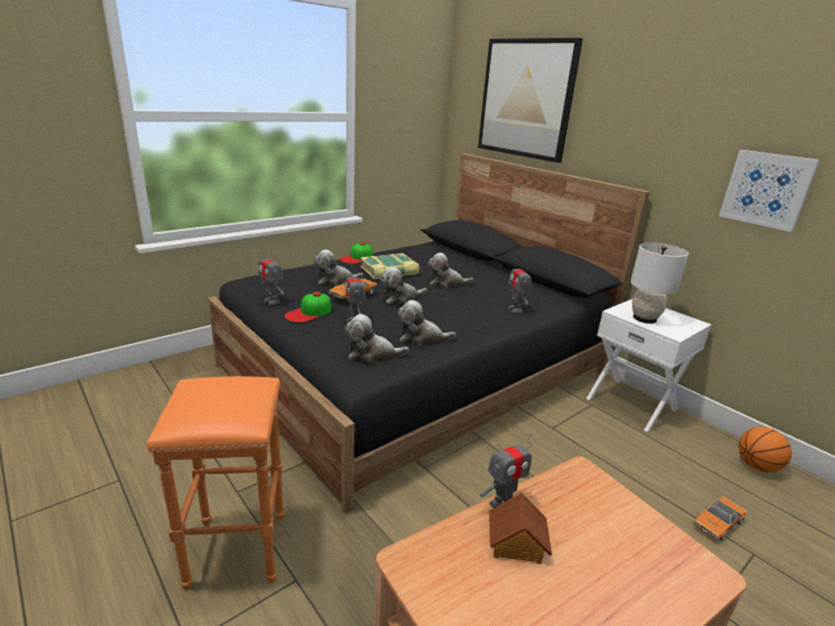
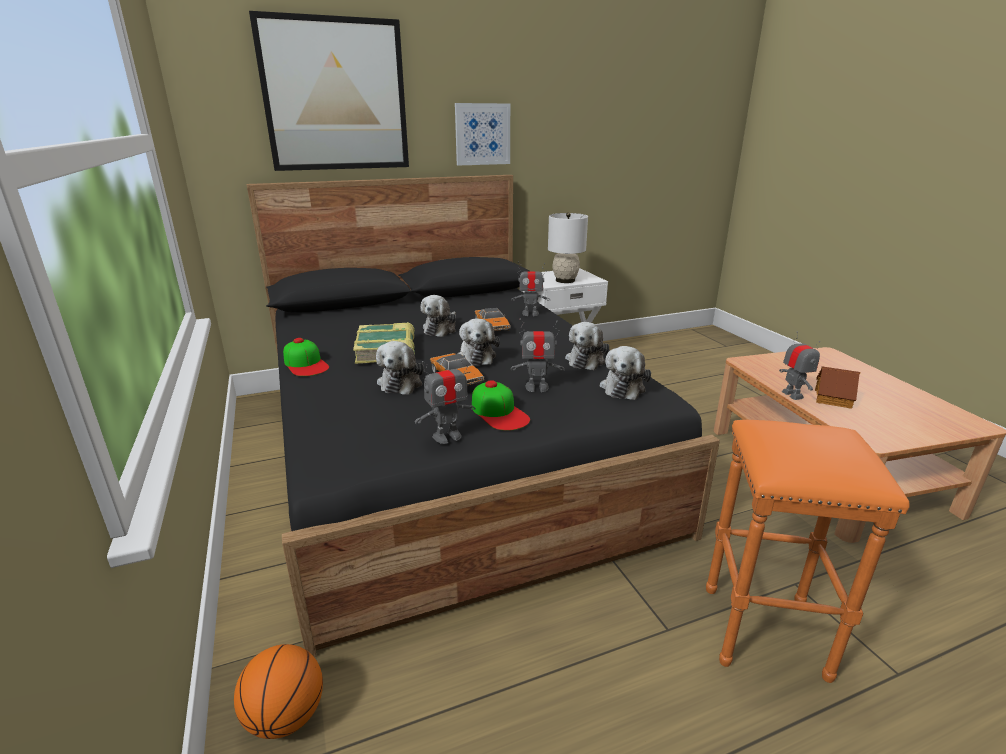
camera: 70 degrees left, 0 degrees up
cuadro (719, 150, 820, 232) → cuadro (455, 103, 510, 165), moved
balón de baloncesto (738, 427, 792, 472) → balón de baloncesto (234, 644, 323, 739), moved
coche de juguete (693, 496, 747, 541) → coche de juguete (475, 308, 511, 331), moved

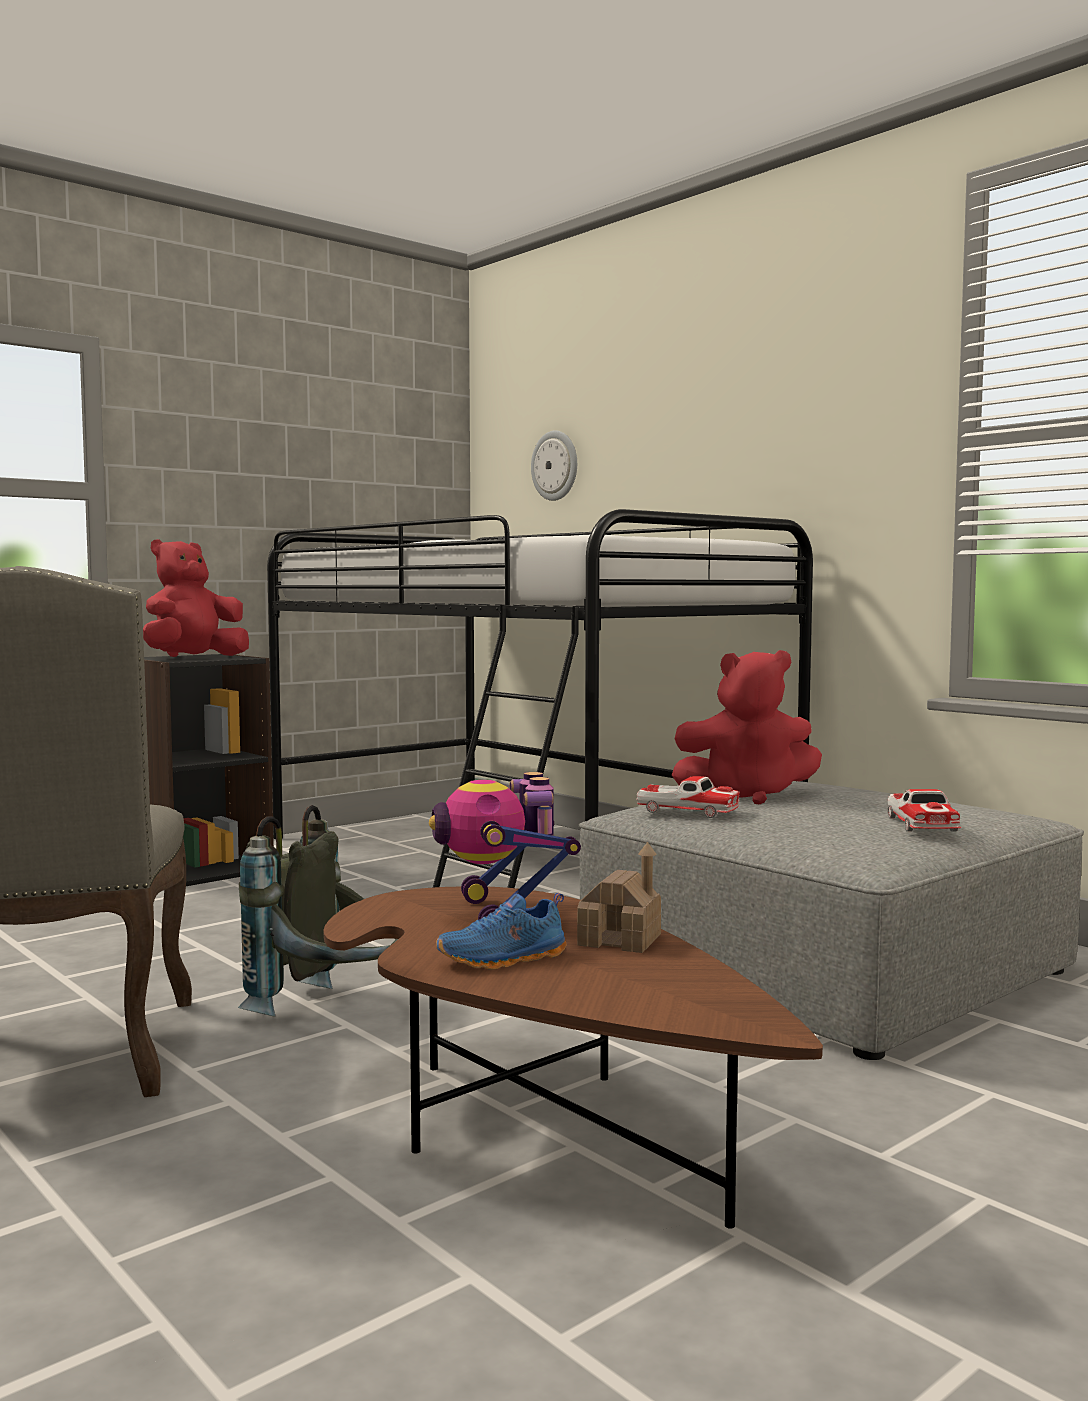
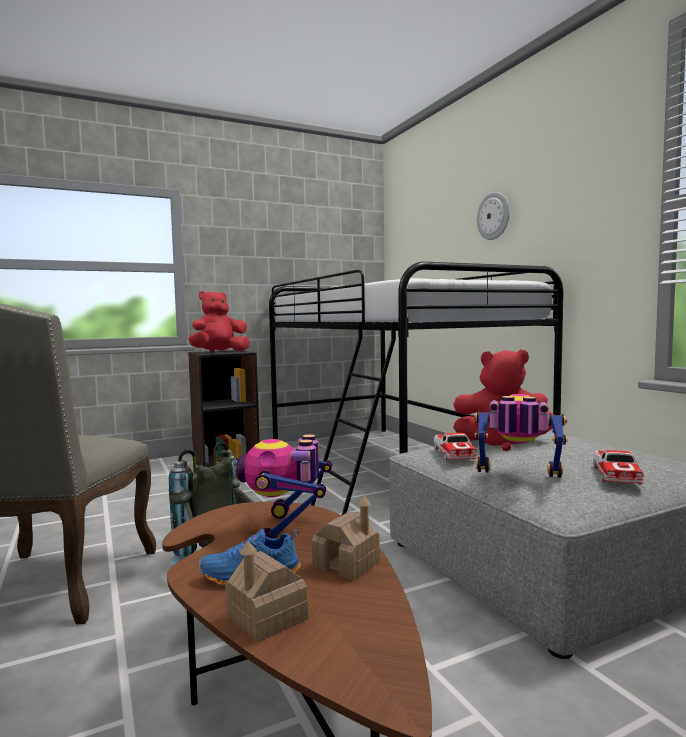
camera: 15 degrees right, 0 degrees up
reloj de pared (531, 430, 577, 501) → reloj de pared (477, 192, 510, 240), moved
coche de juguete (636, 776, 740, 818) → coche de juguete (434, 433, 478, 461), 45 degrees clockwise
- → robot de juguete (474, 394, 567, 478)
- → casita (225, 541, 308, 642)

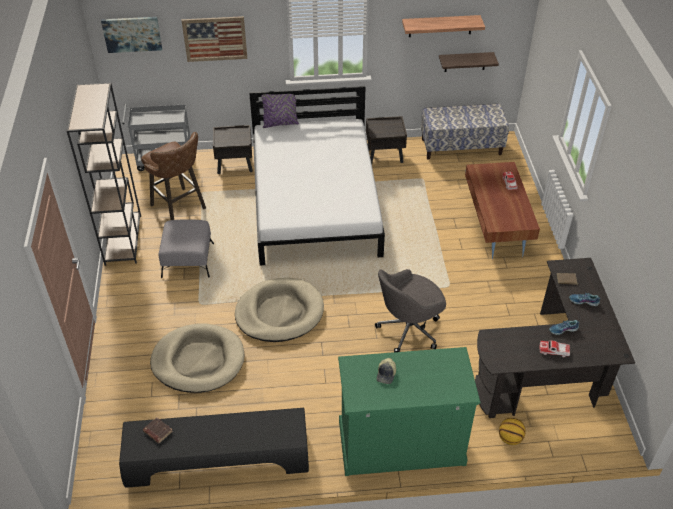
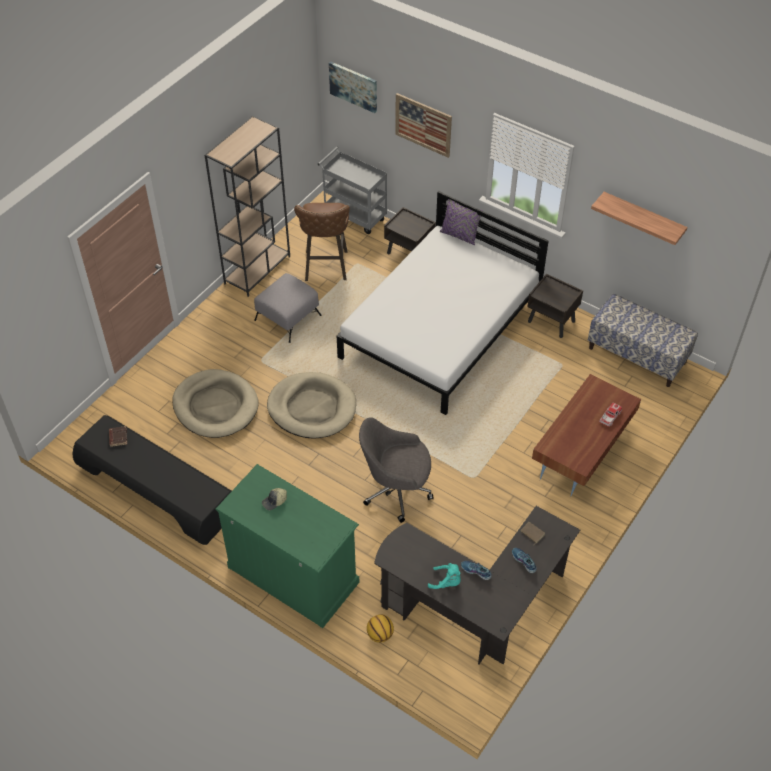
camera: 40 degrees right, 5 degrees up
estante (439, 52, 499, 72) → -
coche de juguete (539, 340, 570, 357) → peluche/turquesa (428, 563, 461, 589)

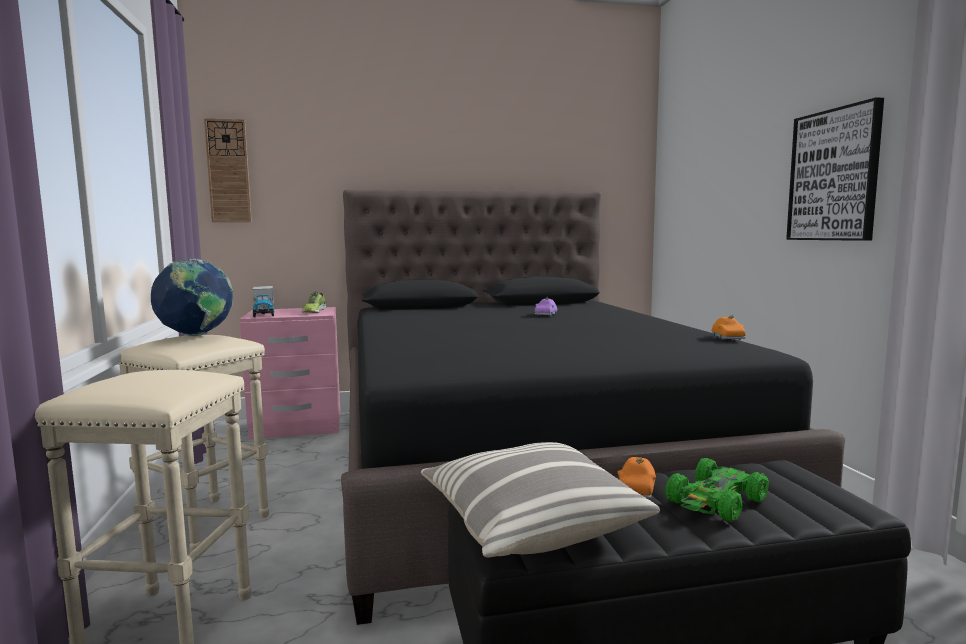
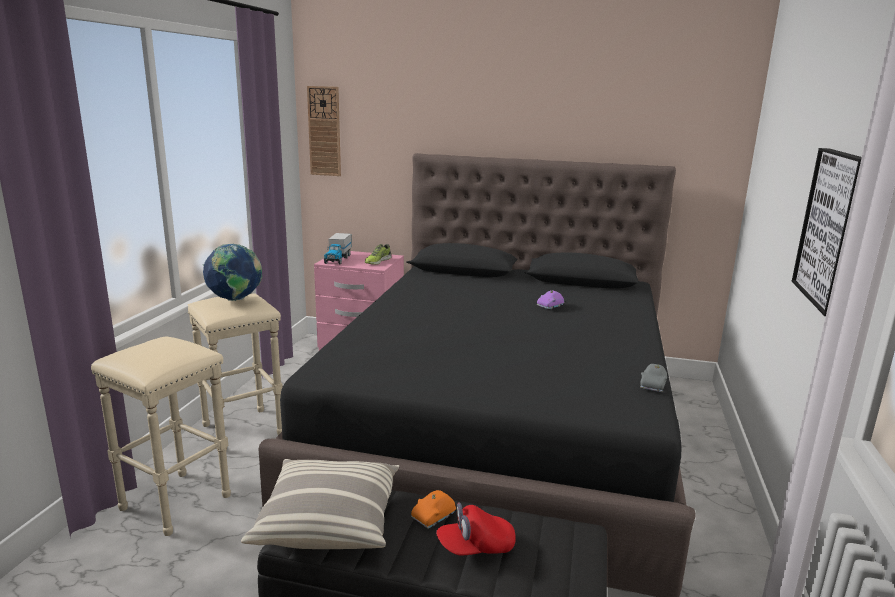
camera: 25 degrees right, 10 degrees up
coche de juguete/naranja (711, 315, 746, 340) → coche de juguete/gris (640, 364, 667, 392)
coche de juguete/verde (665, 458, 769, 522) → gorra/rojo (436, 502, 516, 555)

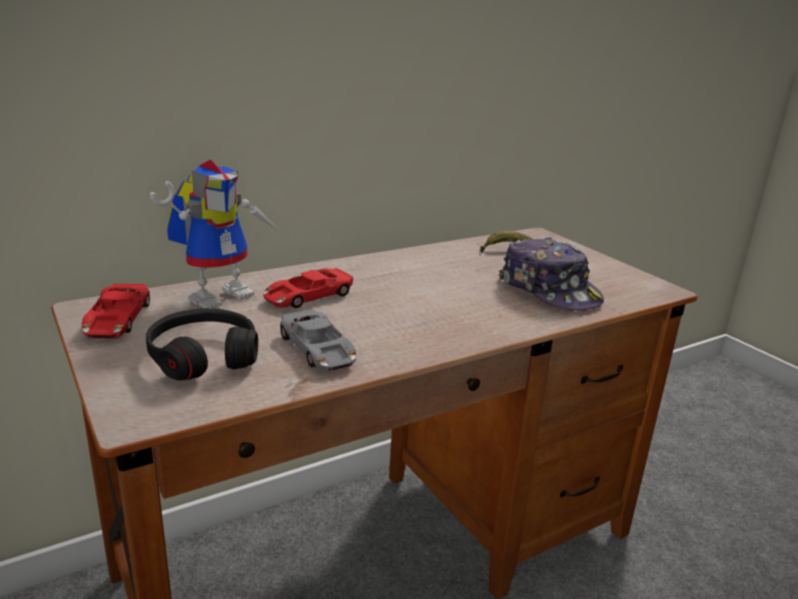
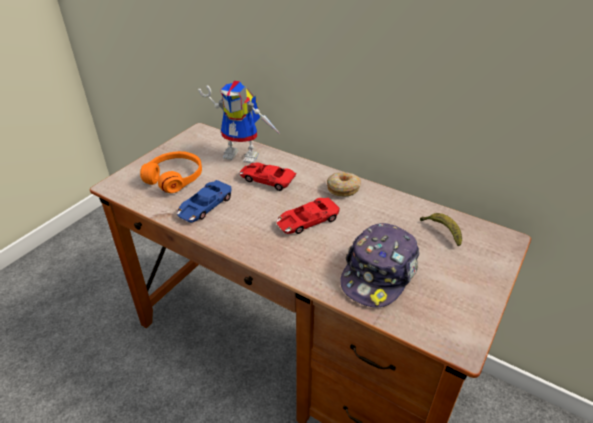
camera: 65 degrees right, 15 degrees up
coche de juguete/rojo (82, 284, 150, 339) → coche de juguete/rojo (277, 197, 340, 234), moved
auriculares/negro (146, 308, 258, 380) → auriculares/naranja (140, 151, 202, 193)
coche de juguete/gris (280, 309, 356, 371) → coche de juguete/azul (177, 180, 232, 222)
- → rosquilla (327, 172, 361, 197)

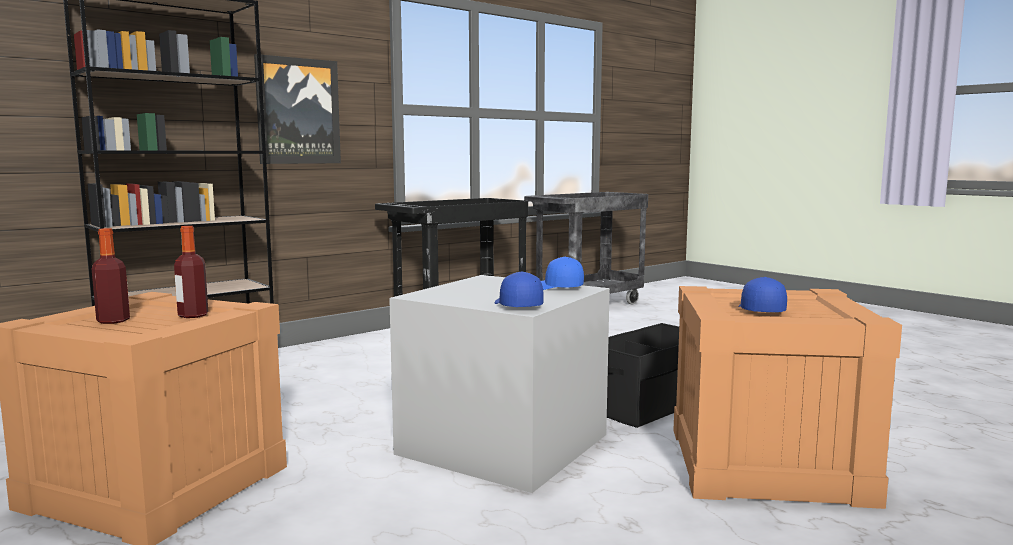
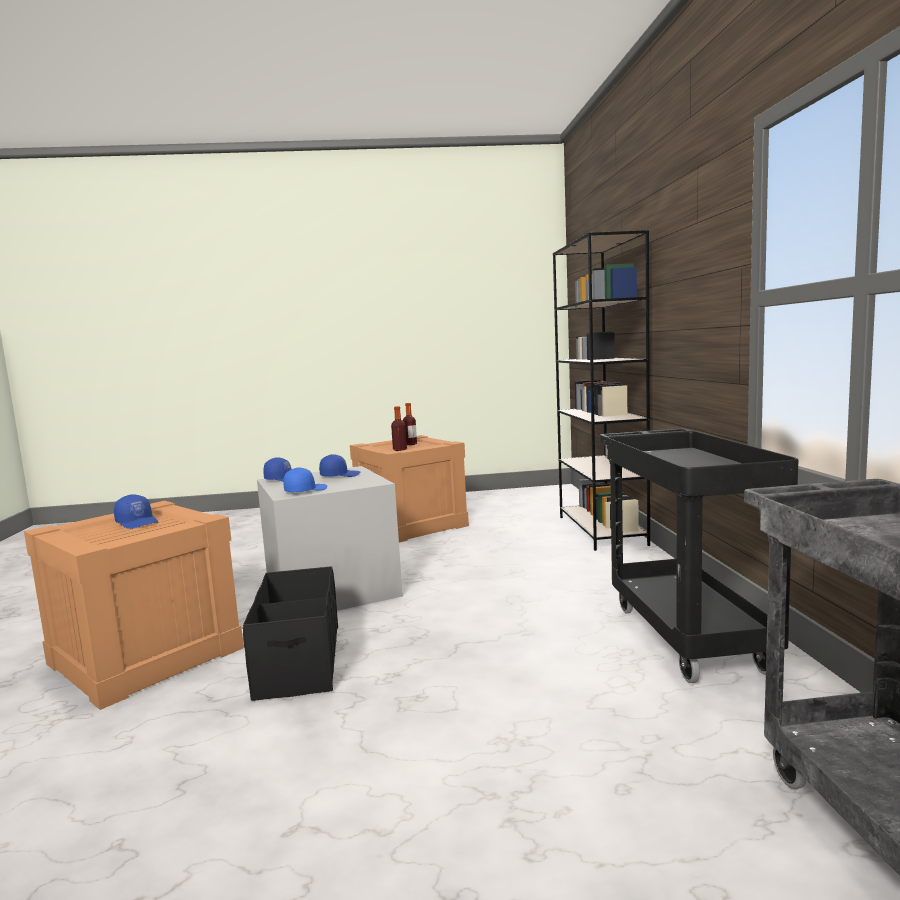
camera: 125 degrees right, 0 degrees up
cuadro (254, 54, 341, 164) → -
- → gorra/azul (319, 454, 360, 477)

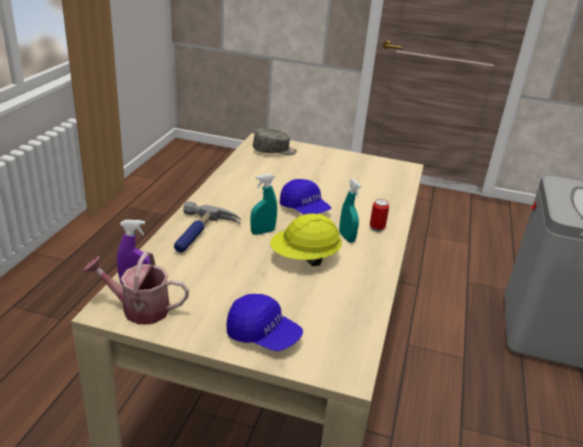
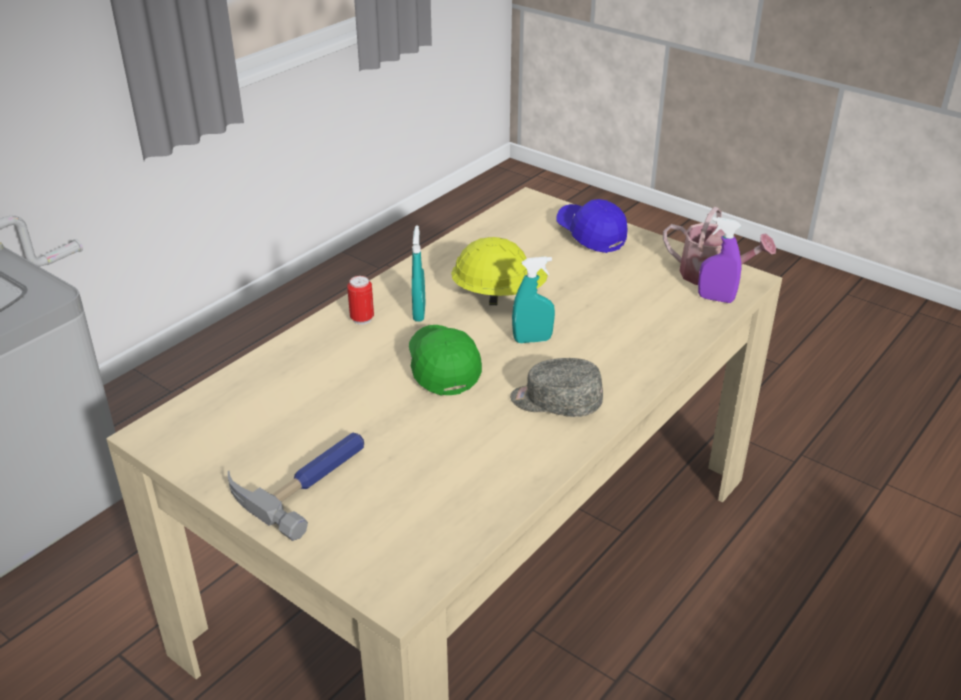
camera: 155 degrees left, 5 degrees up
gorra/gris (253, 128, 297, 156) → gorra/gris (510, 358, 603, 417), moved
gorra/azul (280, 179, 331, 215) → gorra/verde (409, 325, 482, 396)
martillo (174, 201, 241, 253) → martillo (228, 432, 364, 541), moved

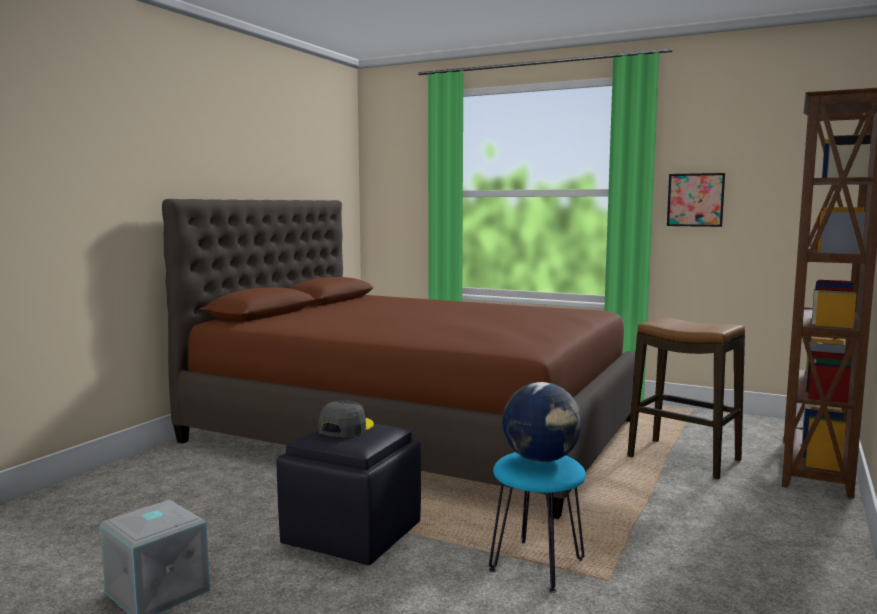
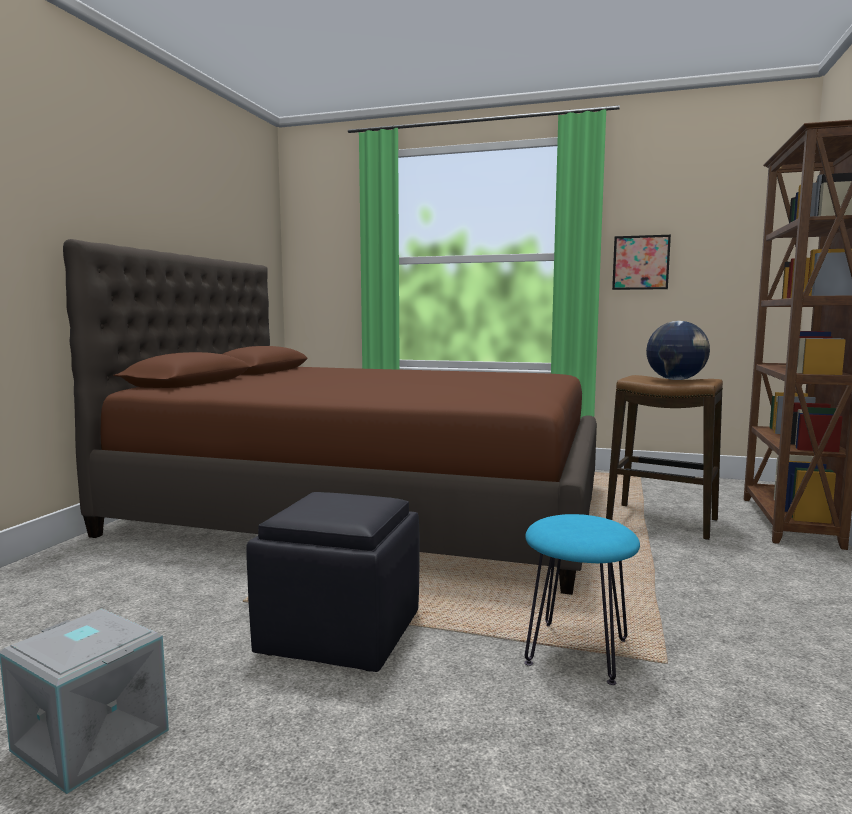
camera: 10 degrees left, 0 degrees up
globo terráqueo (502, 382, 582, 462) → globo terráqueo (646, 321, 710, 380), moved
gorra/gris (318, 400, 374, 437) → -

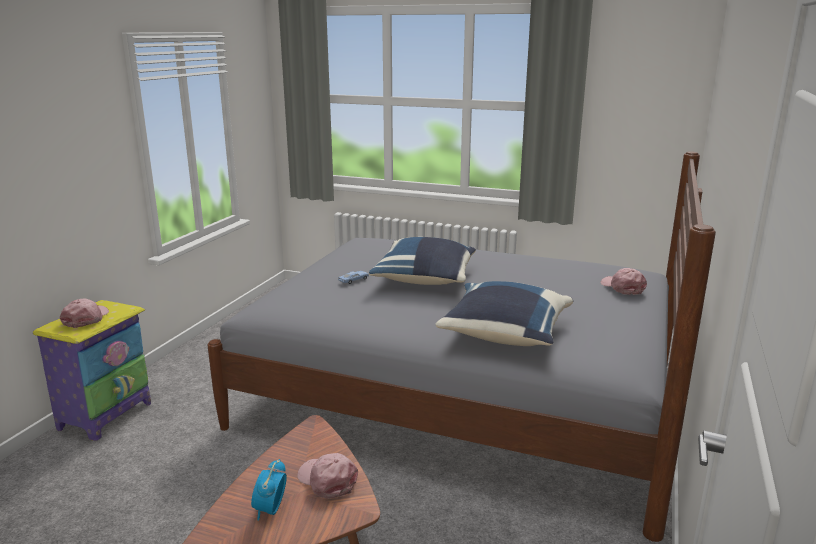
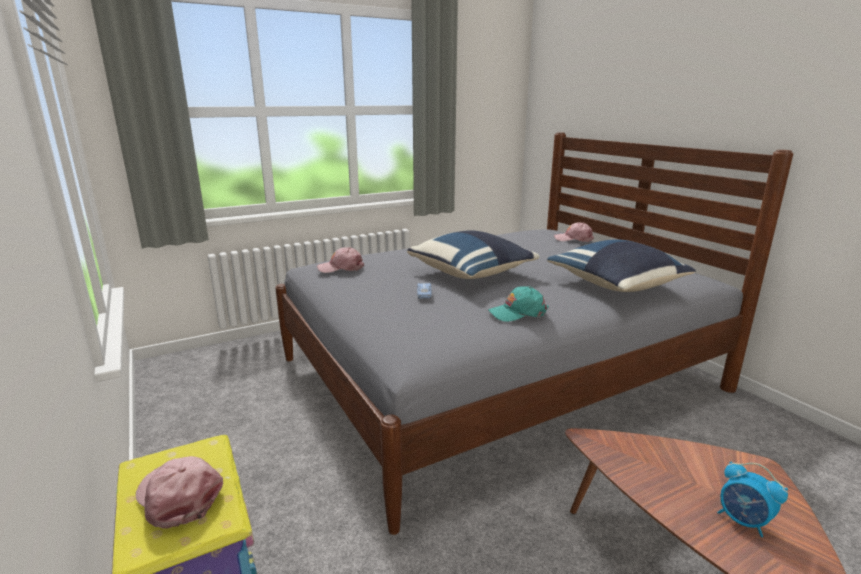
camera: 50 degrees left, 0 degrees up
gorra/rosa (297, 453, 358, 499) → gorra/rosa (317, 247, 364, 273), moved
- → gorra/turquesa (488, 286, 549, 322)

